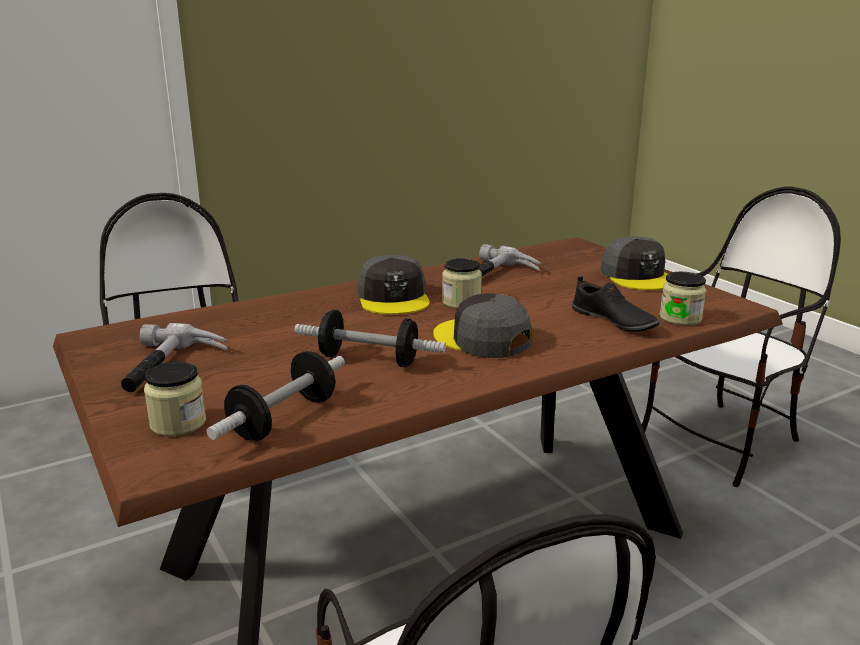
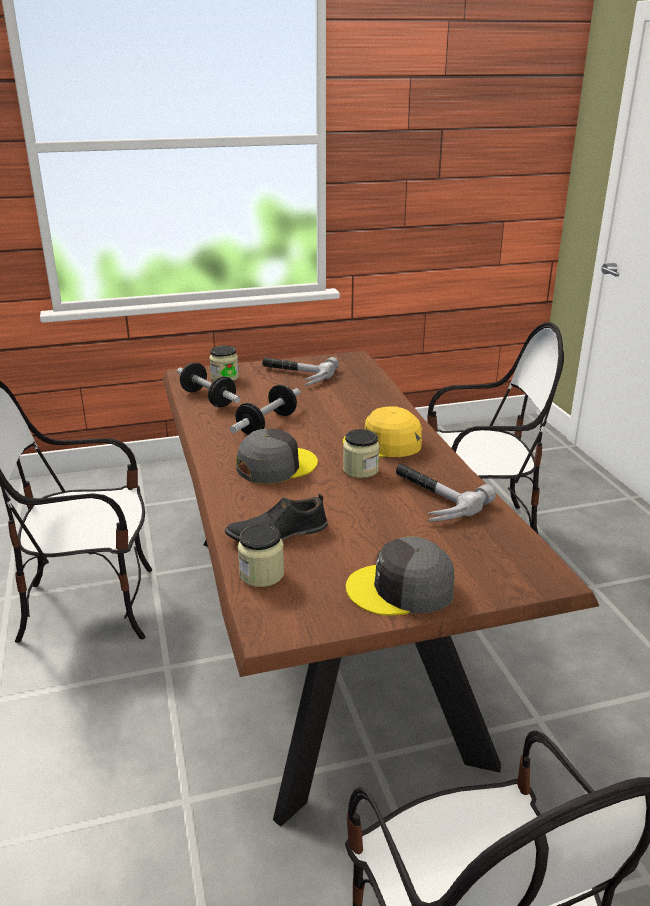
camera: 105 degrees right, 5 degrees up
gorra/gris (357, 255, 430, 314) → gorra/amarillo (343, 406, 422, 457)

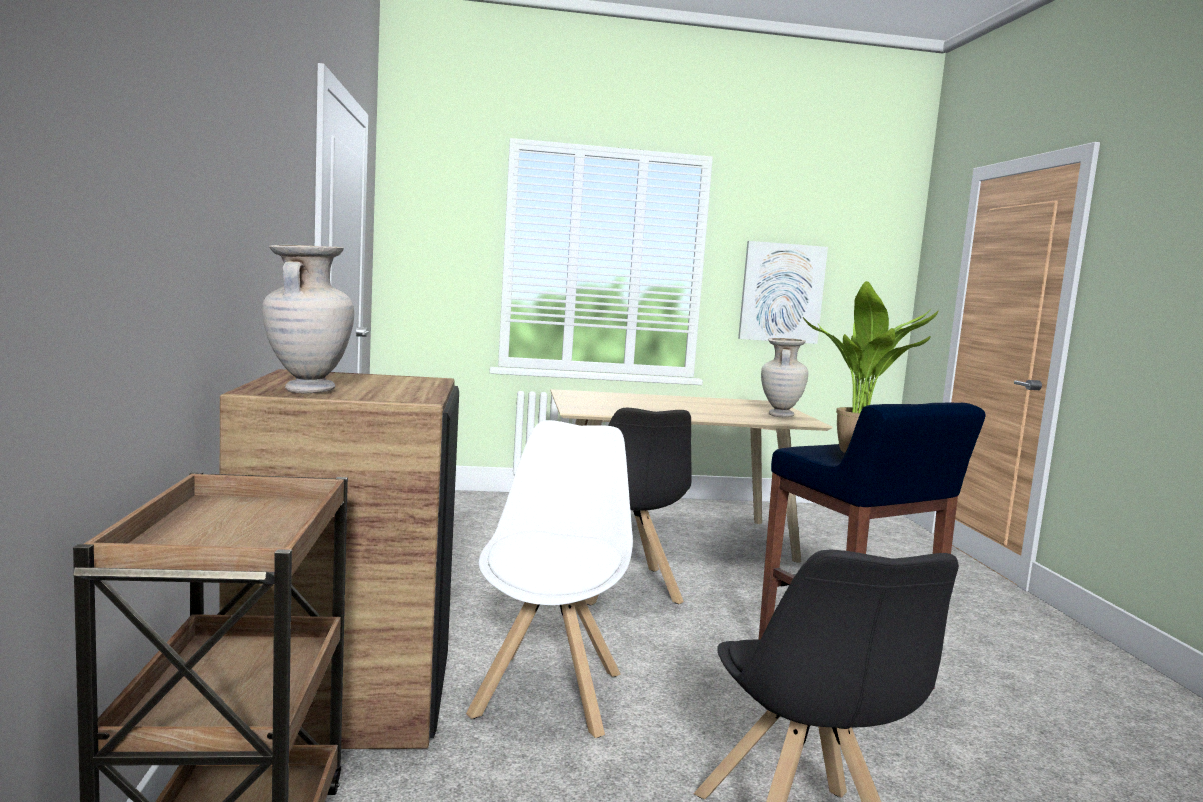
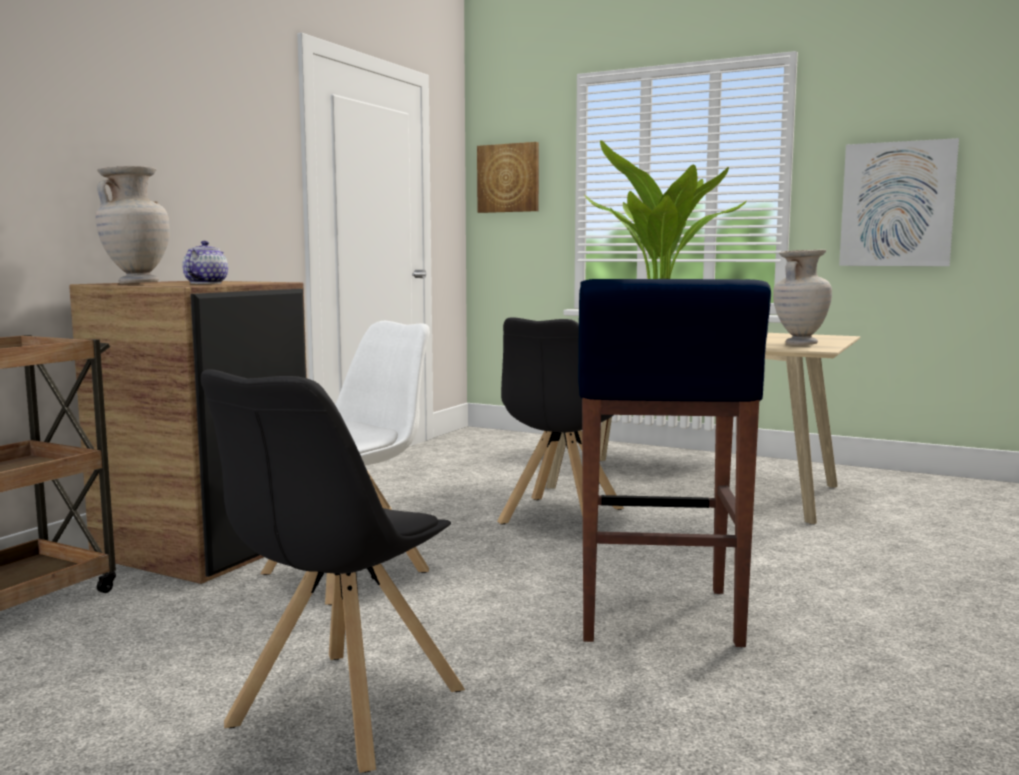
camera: 35 degrees right, 0 degrees up
- → cuadro (477, 142, 539, 213)
- → tetera (182, 241, 228, 284)

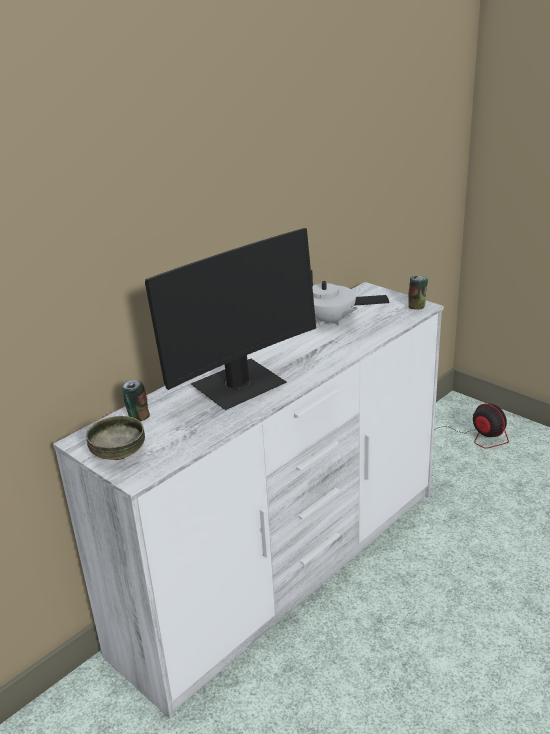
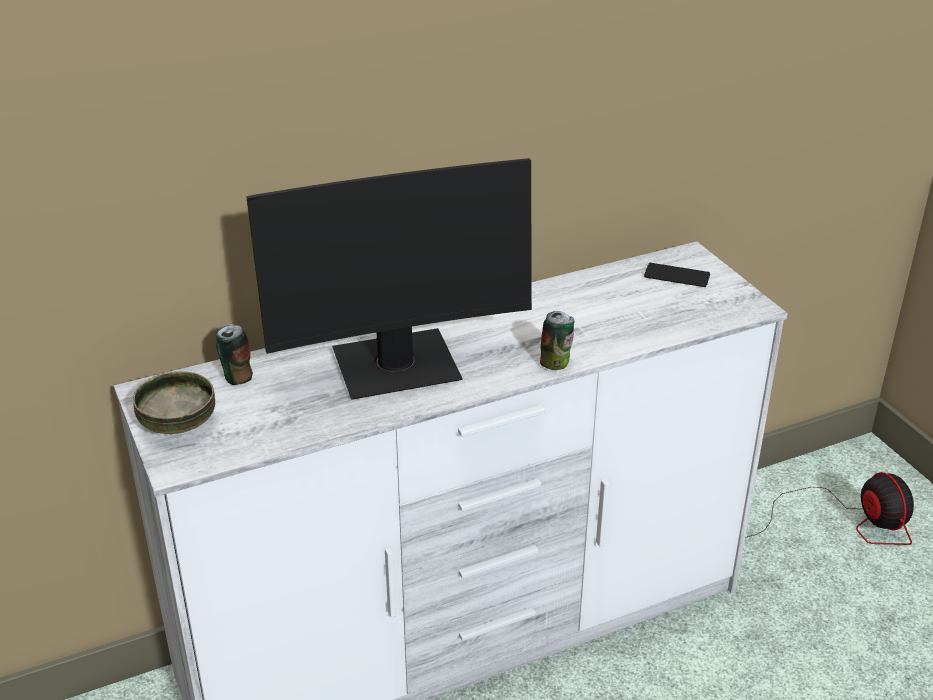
camera: 20 degrees right, 5 degrees up
tetera/blanco (311, 270, 358, 325) → -
lata (408, 276, 428, 310) → lata (540, 311, 574, 370), moved

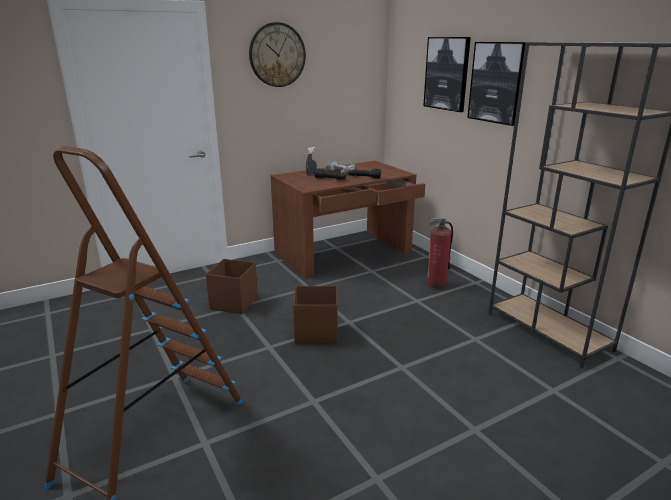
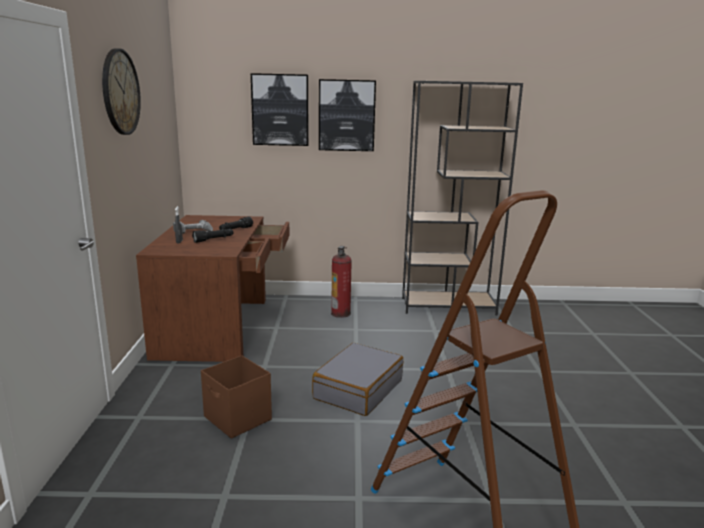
camera: 60 degrees left, 5 degrees down
caja de almacenaje/marrón (293, 286, 338, 344) → maleta/gris (312, 343, 403, 416)

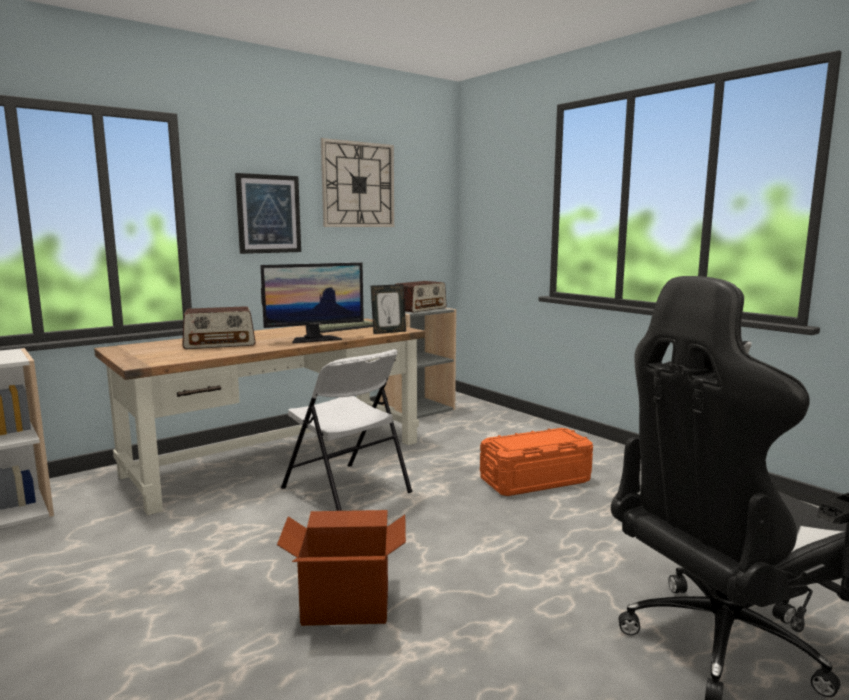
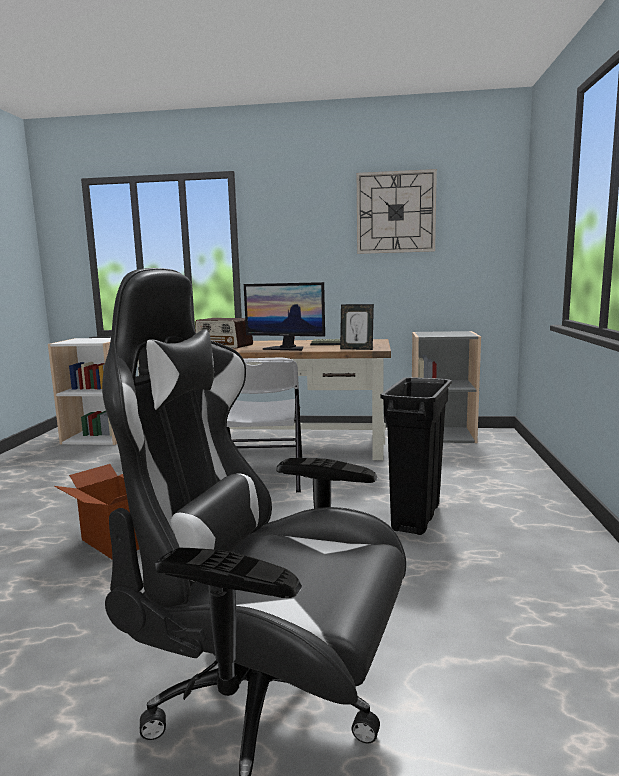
camera: 45 degrees right, 0 degrees up
cuadro (235, 173, 301, 254) → -
radio (395, 281, 446, 313) → -
caja de almacenaje/naranja (480, 428, 593, 496) → papelera/negro (380, 377, 452, 535)

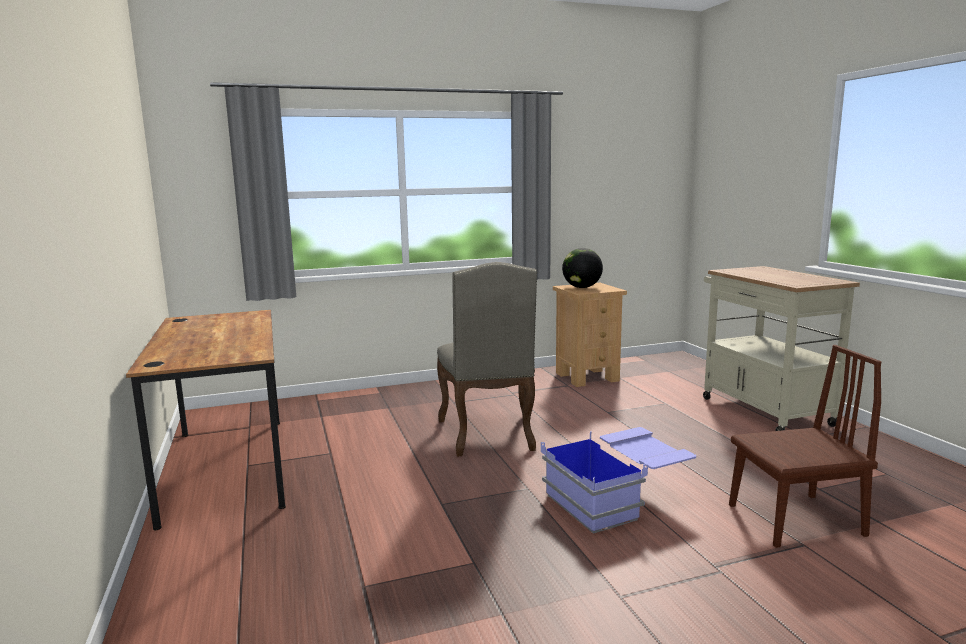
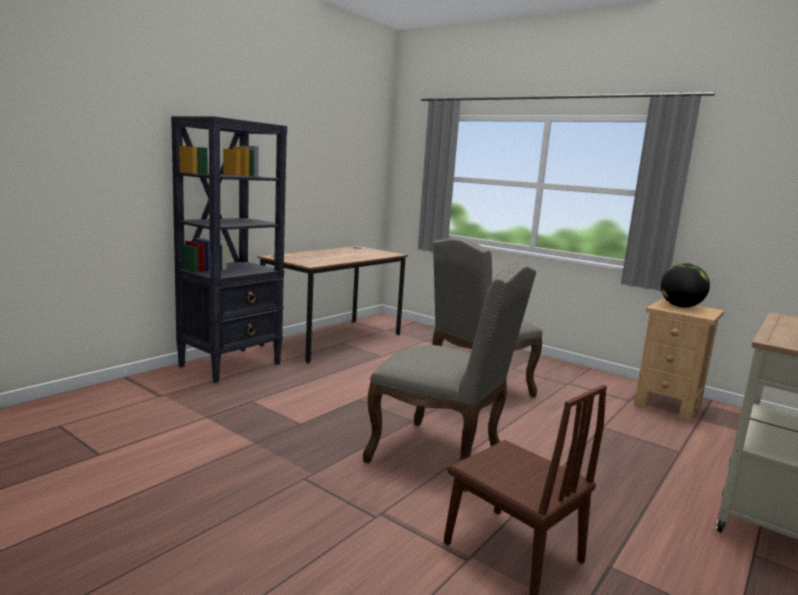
camera: 55 degrees right, 0 degrees up
caja de almacenaje/azul (541, 427, 696, 534) → silla/gris (363, 263, 536, 492)
- → estantería/negro (171, 116, 287, 383)

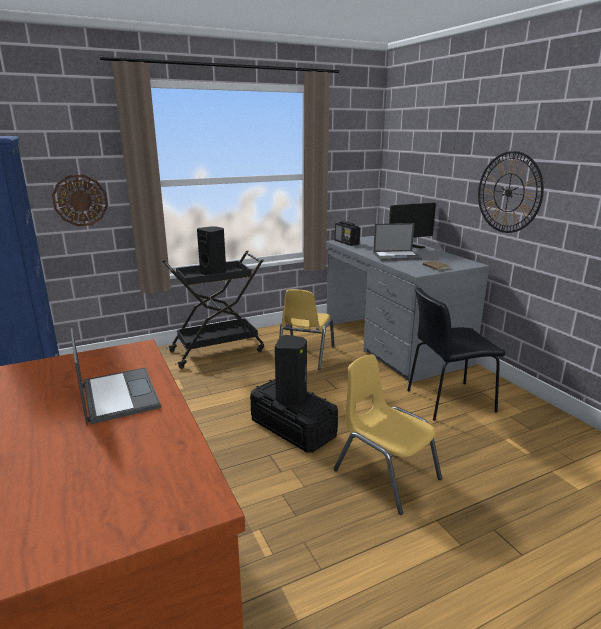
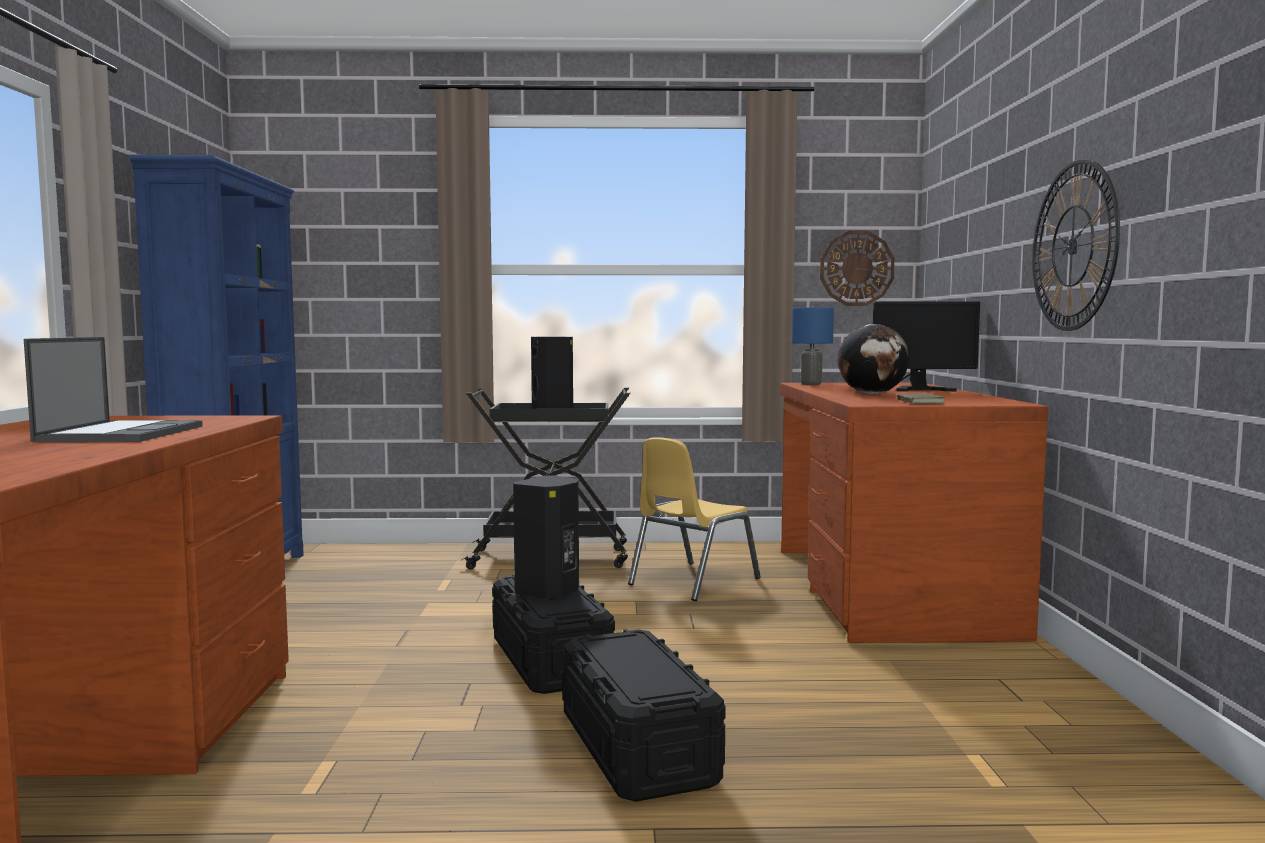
camera: 25 degrees right, 15 degrees down
reloj de pared (52, 175, 108, 226) → reloj de pared (820, 231, 895, 306), moved
radio (335, 221, 360, 246) → lámpara de mesa/azul (791, 306, 834, 385)
portátil (373, 223, 422, 261) → globo terráqueo (838, 324, 909, 394)
escritorio/gris (326, 236, 490, 383) → escritorio/marrón (780, 383, 1048, 643)
silla/negro (407, 288, 505, 421) → -
silla/amarillo (334, 354, 442, 515) → caja de almacenaje/negro (562, 629, 726, 802)

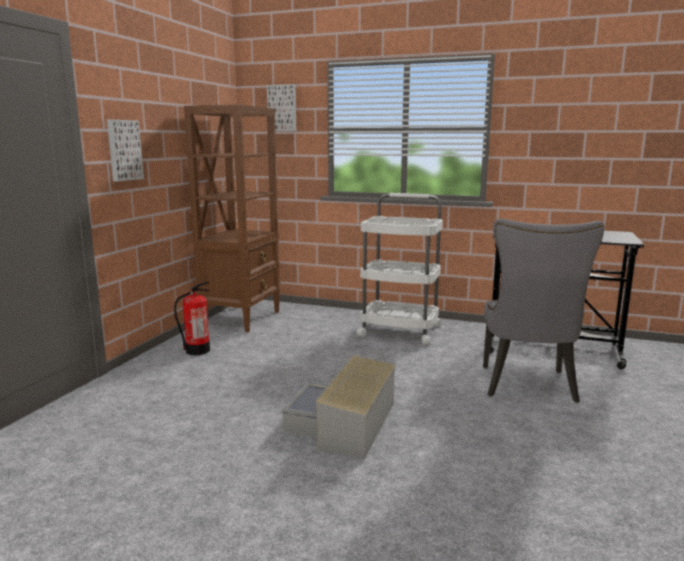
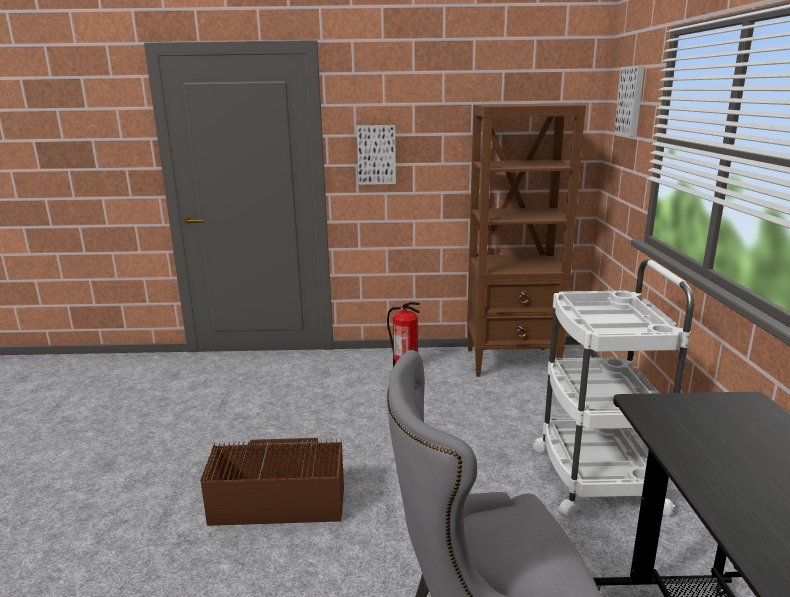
camera: 70 degrees right, 5 degrees up
caja de almacenaje/gris (282, 355, 396, 459) → caja de almacenaje/marrón (200, 438, 344, 526)

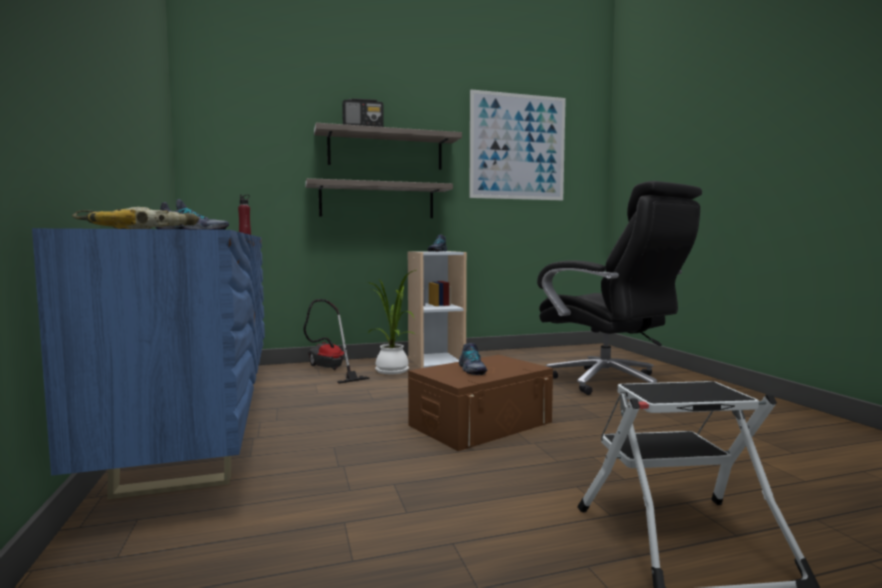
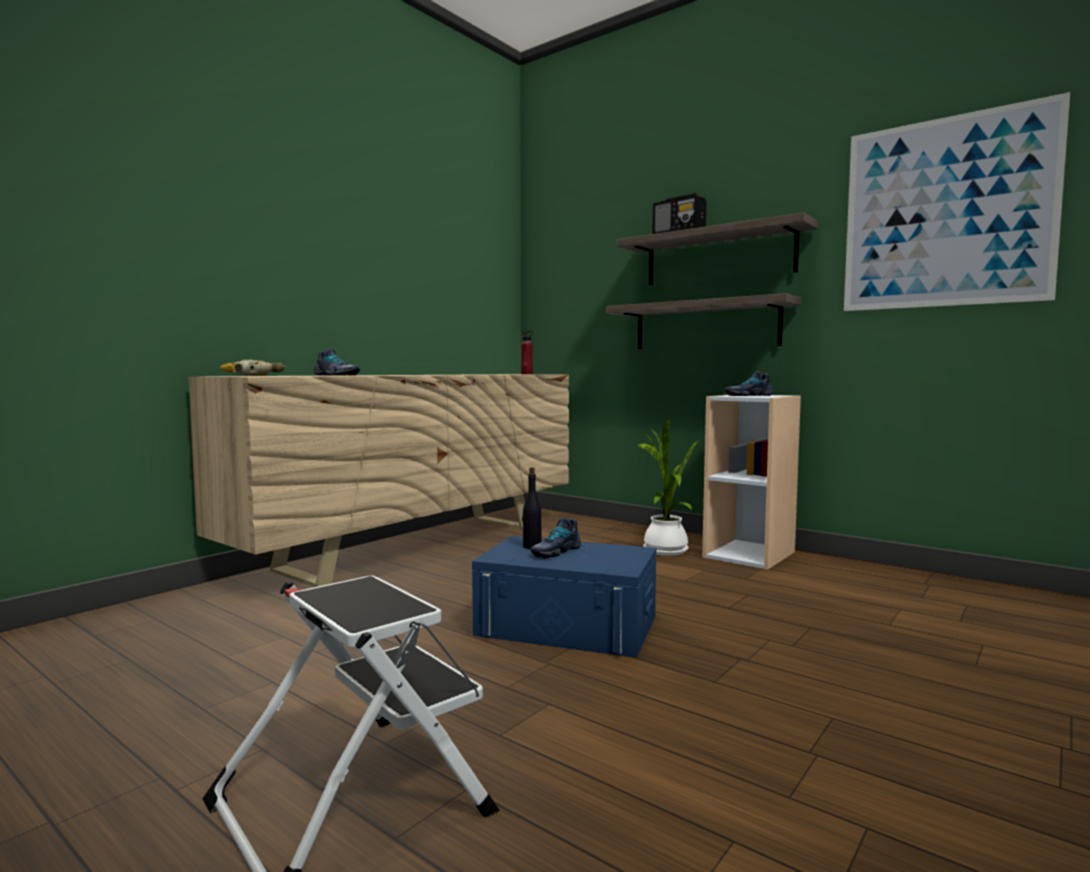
camera: 55 degrees right, 0 degrees up
silla de oficina/negro (537, 181, 702, 395) → -
armario/azul (32, 228, 265, 499) → armario/beis (188, 374, 569, 587)
aspiradora (303, 299, 370, 384) → -
caja de almacenaje/marrón (408, 355, 553, 451) → caja de almacenaje/azul (472, 536, 656, 658)
- → botella/negro (522, 467, 541, 549)

